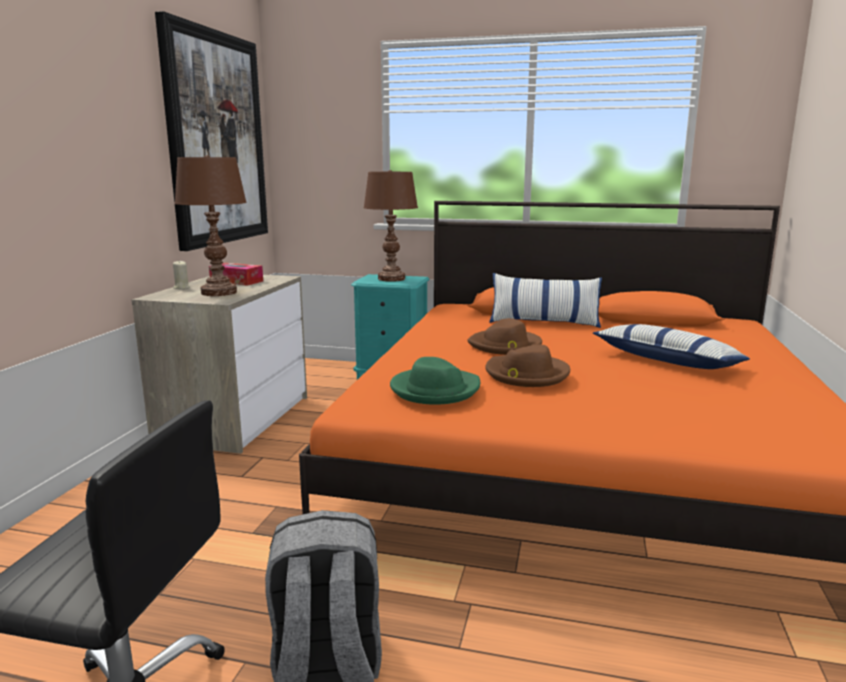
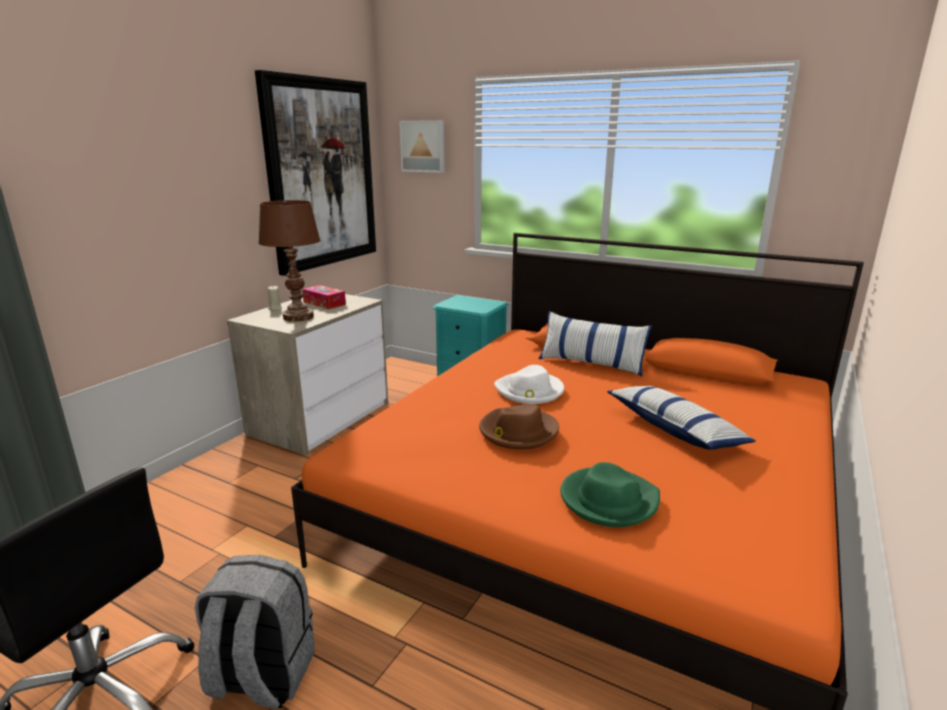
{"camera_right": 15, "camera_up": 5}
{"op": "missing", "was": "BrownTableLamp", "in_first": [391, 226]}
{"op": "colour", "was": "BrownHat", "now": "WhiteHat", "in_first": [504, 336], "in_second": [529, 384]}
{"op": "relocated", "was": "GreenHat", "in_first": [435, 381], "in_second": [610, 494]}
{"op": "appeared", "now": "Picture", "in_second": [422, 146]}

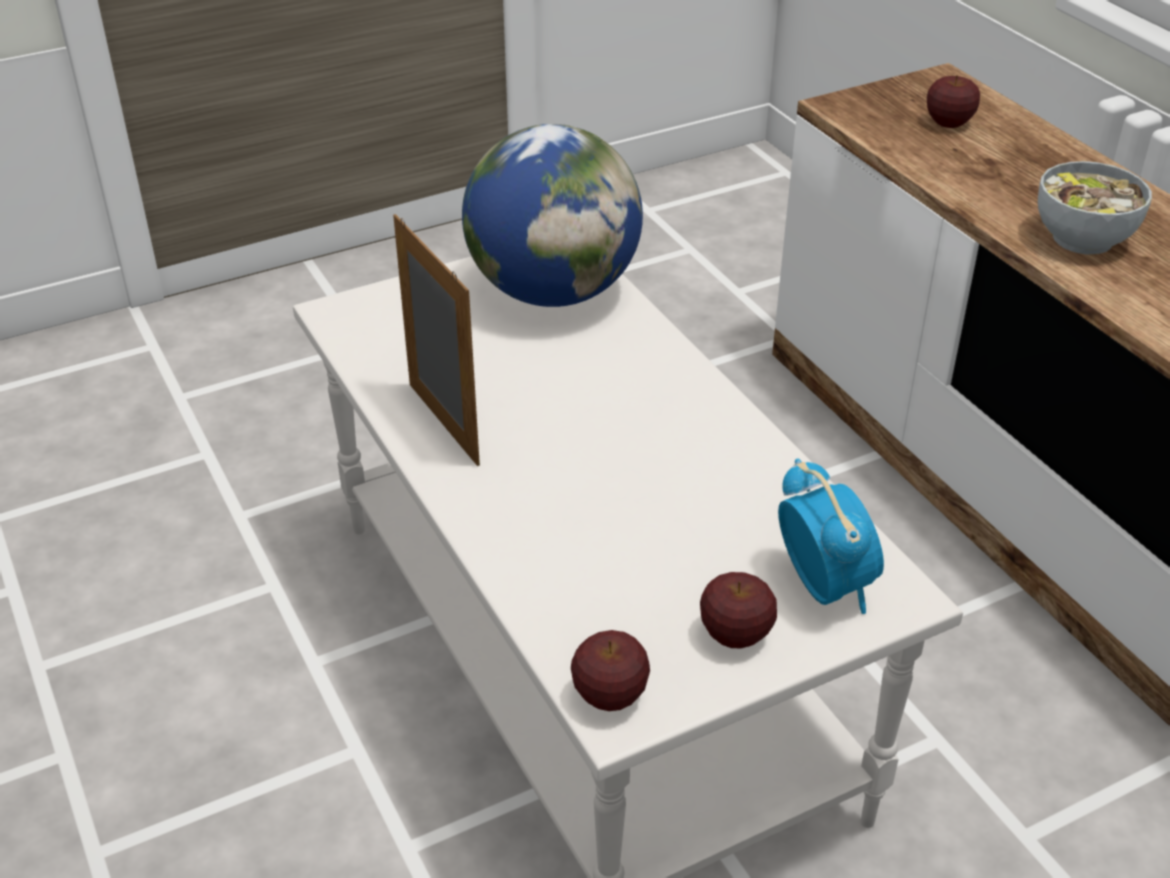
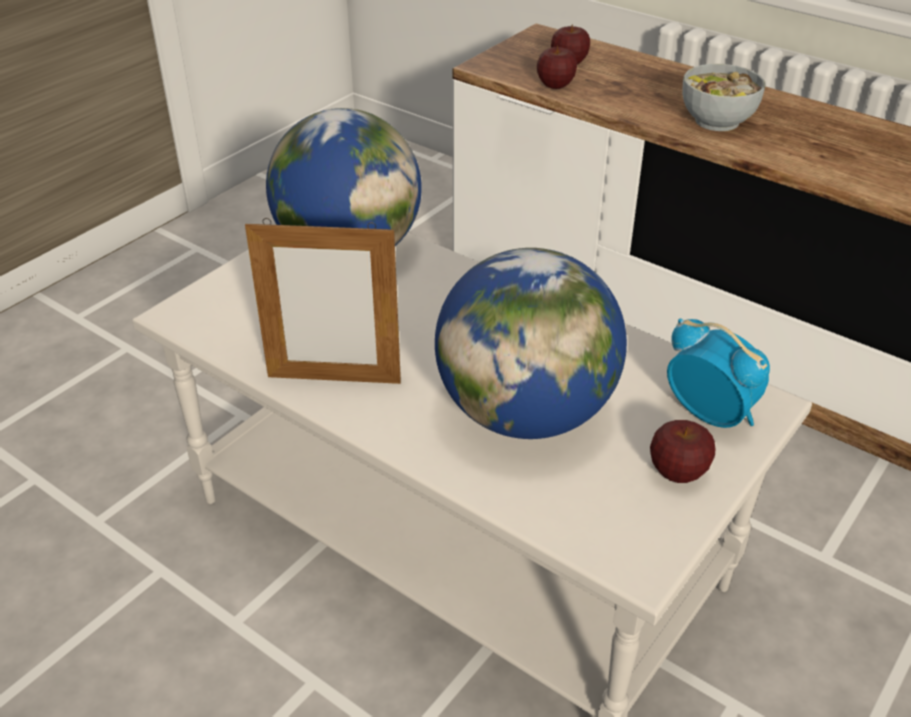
{"camera_right": -25, "camera_up": 0}
{"op": "spun", "was": "PictureFrame", "in_first": [436, 340], "in_second": [323, 301], "clockwise": 150}
{"op": "relocated", "was": "Apple", "in_first": [610, 670], "in_second": [557, 67]}
{"op": "appeared", "now": "Globe", "in_second": [531, 343]}

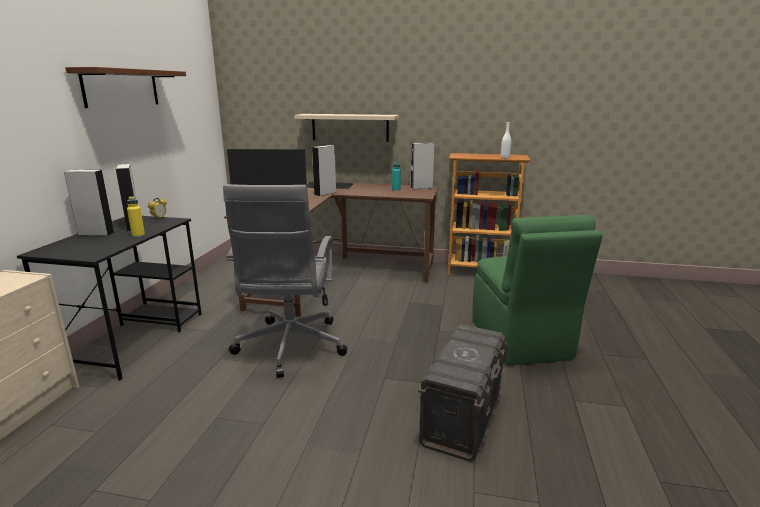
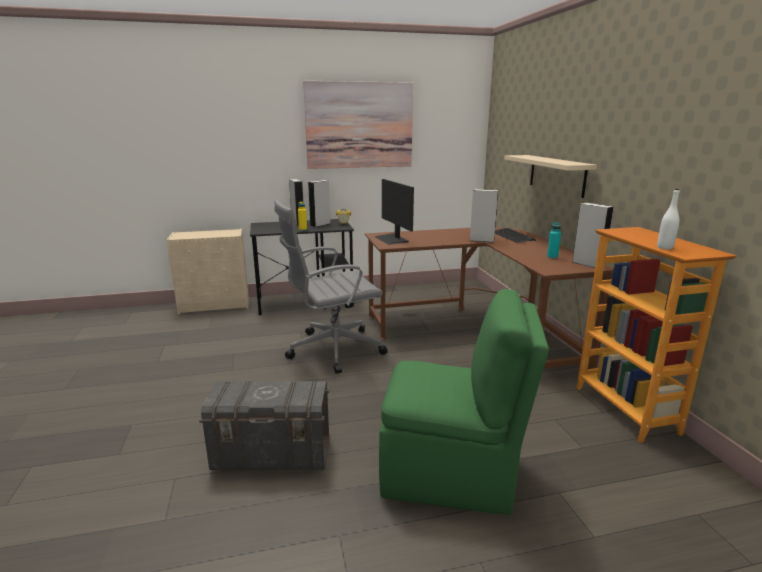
{"camera_right": 65, "camera_up": 0}
{"op": "exchanged", "was": "BrownShelf", "now": "Picture", "in_first": [125, 87], "in_second": [358, 125]}
{"op": "spun", "was": "GreenChair", "in_first": [537, 290], "in_second": [464, 402], "clockwise": -135}

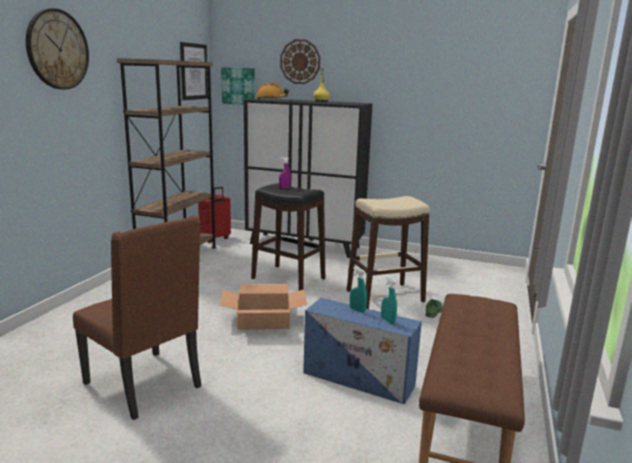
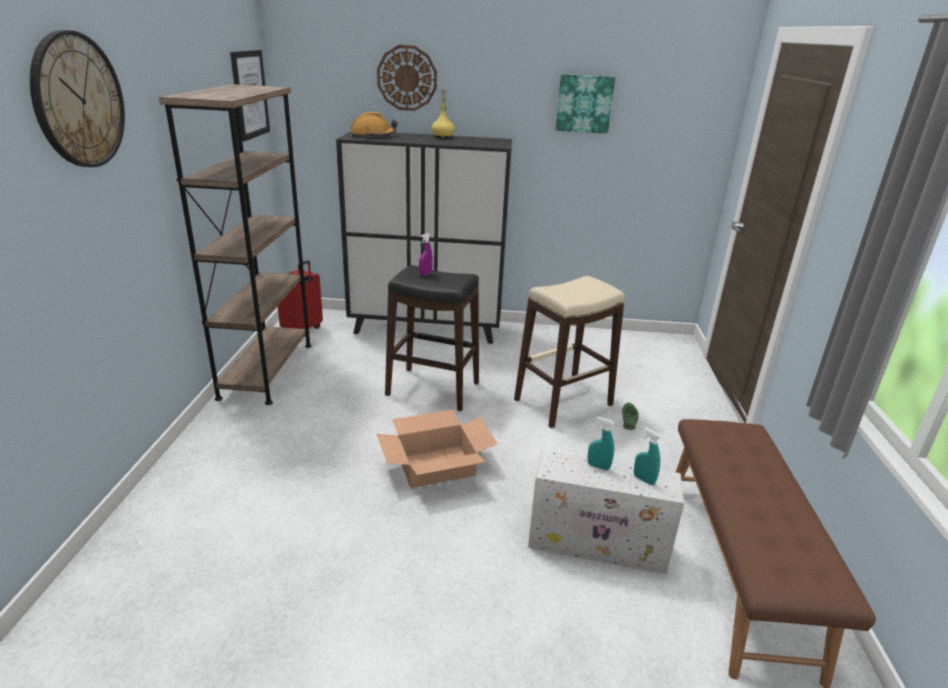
{"camera_right": -15, "camera_up": 10}
{"op": "relocated", "was": "Picture", "in_first": [238, 86], "in_second": [585, 103]}
{"op": "missing", "was": "BrownChair", "in_first": [137, 318]}
{"op": "colour", "was": "BlueStorageBox", "now": "WhiteStorageBox", "in_first": [362, 351], "in_second": [606, 512]}

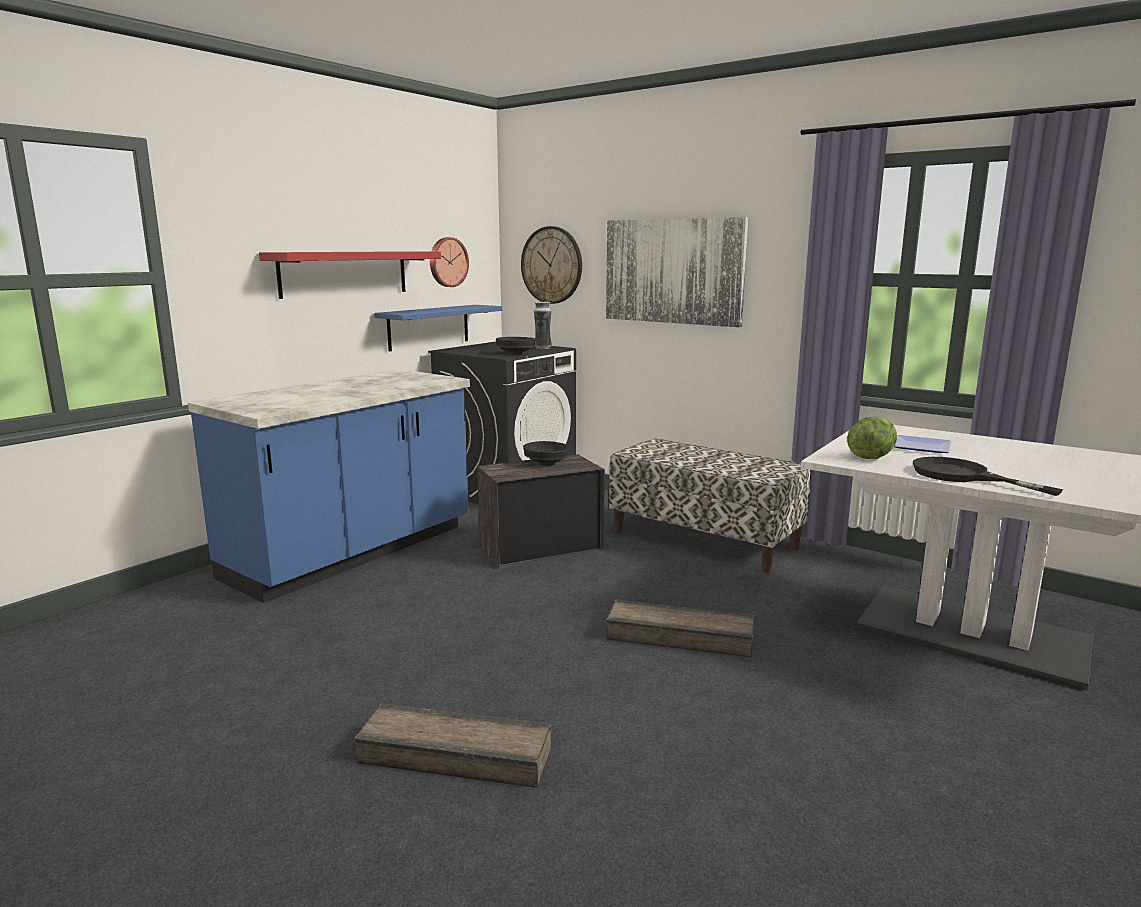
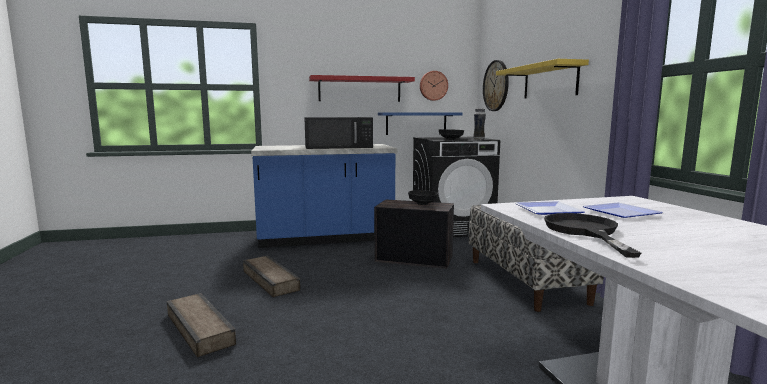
{"camera_right": 40, "camera_up": -5}
{"op": "exchanged", "was": "Picture", "now": "YellowShelf", "in_first": [677, 272], "in_second": [542, 79]}
{"op": "exchanged", "was": "Lettuce", "now": "Plate", "in_first": [872, 438], "in_second": [550, 208]}
{"op": "relocated", "was": "Crate", "in_first": [680, 628], "in_second": [271, 276]}
{"op": "appeared", "now": "BlackMicrowave", "in_second": [338, 133]}

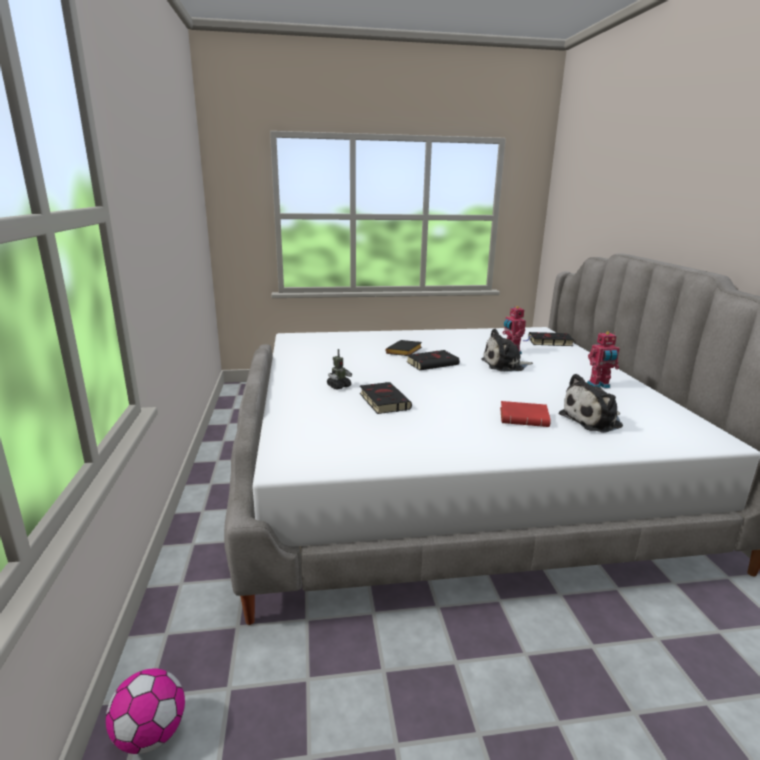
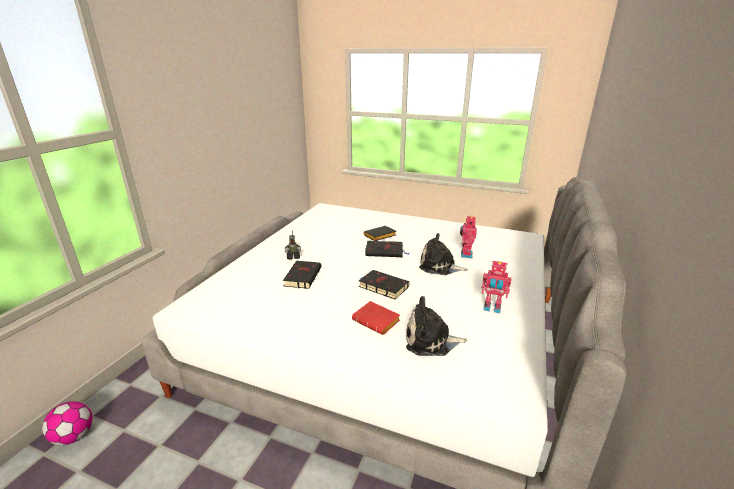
{"camera_right": 30, "camera_up": 5}
{"op": "relocated", "was": "BlackBook", "in_first": [548, 339], "in_second": [384, 284]}

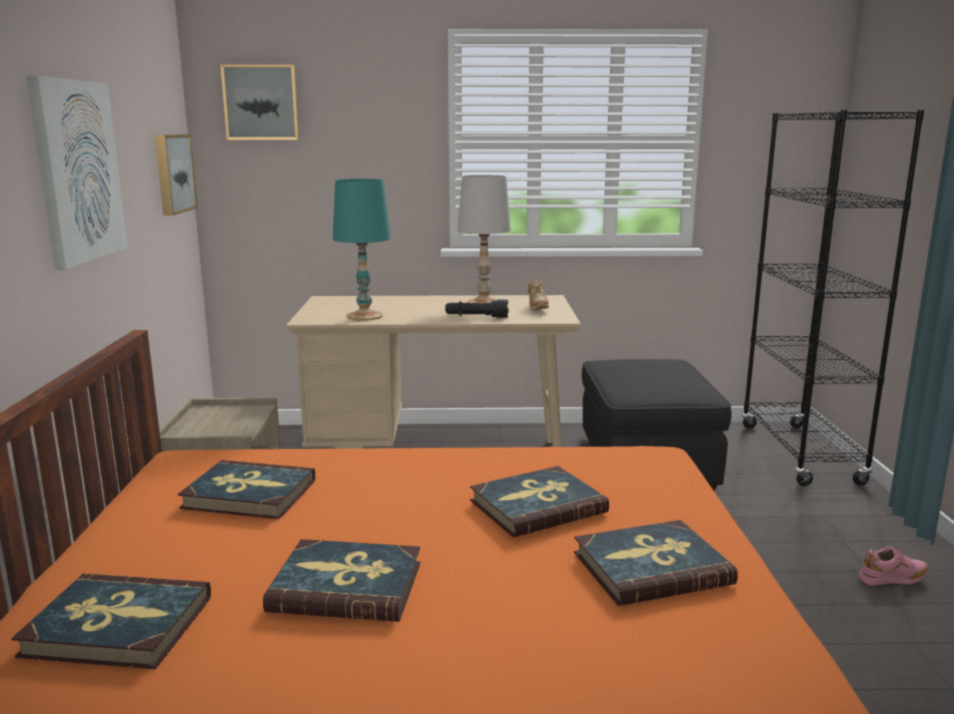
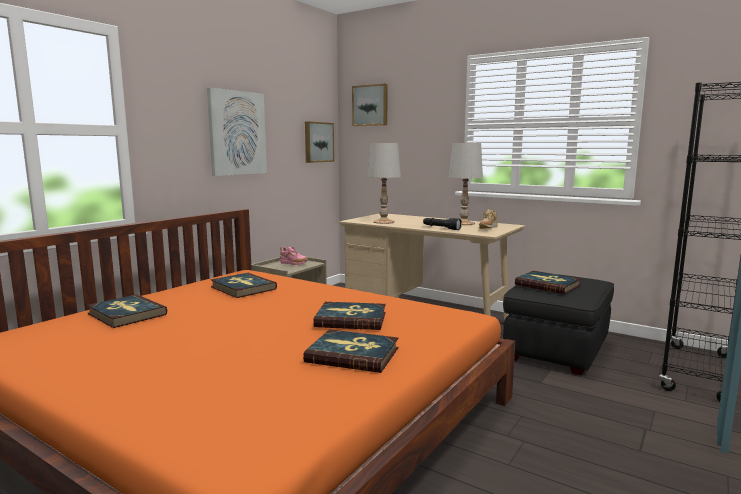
{"camera_right": 35, "camera_up": -5}
{"op": "colour", "was": "TurquoiseTableLamp", "now": "WhiteTableLamp", "in_first": [362, 250], "in_second": [384, 183]}
{"op": "relocated", "was": "Book", "in_first": [342, 580], "in_second": [548, 282]}
{"op": "relocated", "was": "PinkShoe", "in_first": [894, 566], "in_second": [294, 256]}

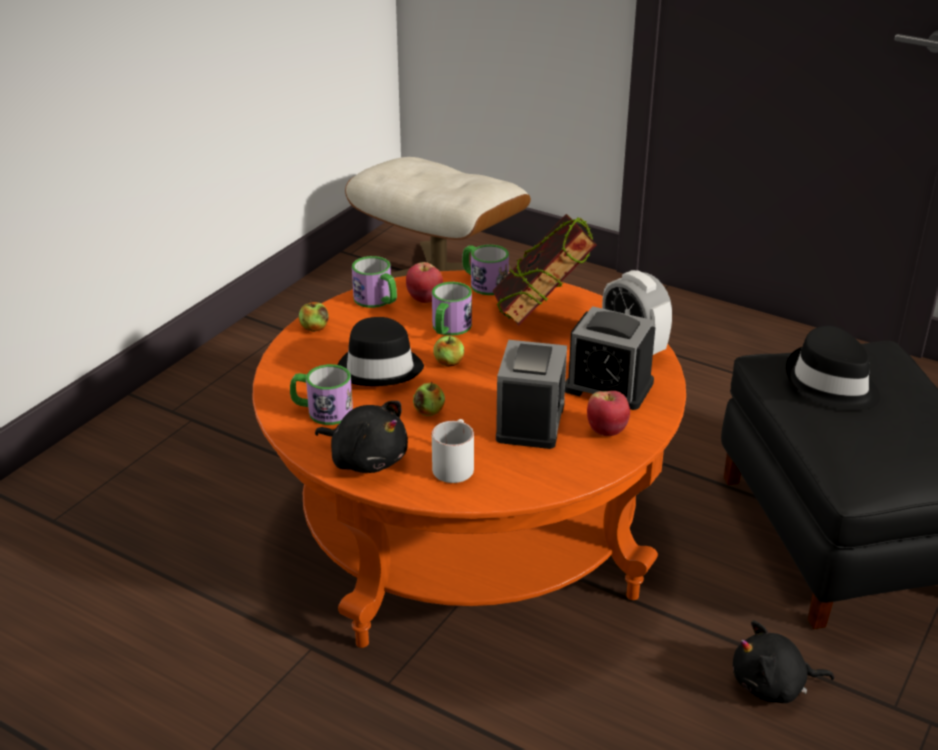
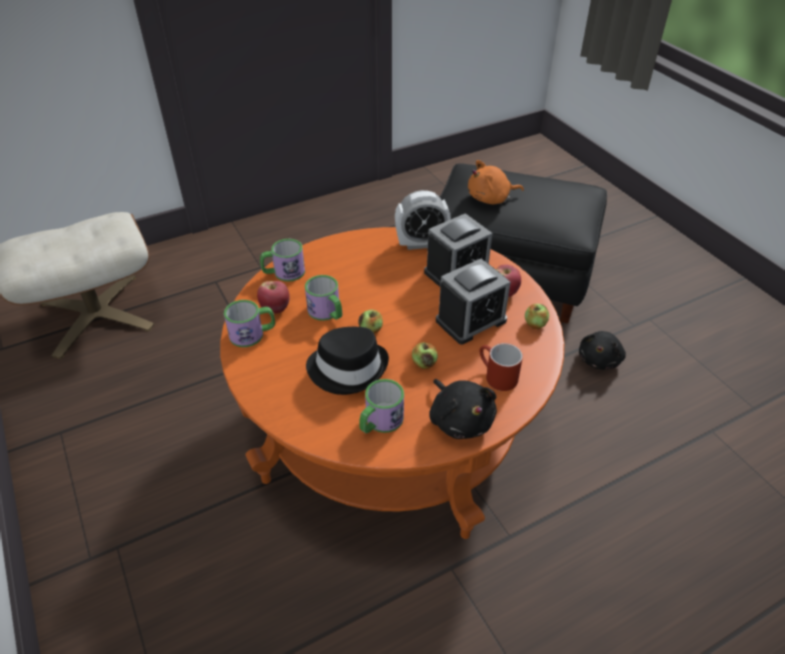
{"camera_right": -60, "camera_up": 10}
{"op": "missing", "was": "Book", "in_first": [545, 270]}
{"op": "relocated", "was": "Apple", "in_first": [314, 316], "in_second": [537, 316]}
{"op": "exchanged", "was": "BlackHat", "now": "OrangePlushToy", "in_first": [833, 368], "in_second": [496, 182]}
{"op": "spun", "was": "AlarmClock", "in_first": [531, 394], "in_second": [473, 301], "clockwise": 105}
{"op": "spun", "was": "BlackPlushToy", "in_first": [361, 437], "in_second": [463, 409], "clockwise": 90}
{"op": "colour", "was": "WhiteMug", "now": "RedMug", "in_first": [453, 451], "in_second": [501, 367]}

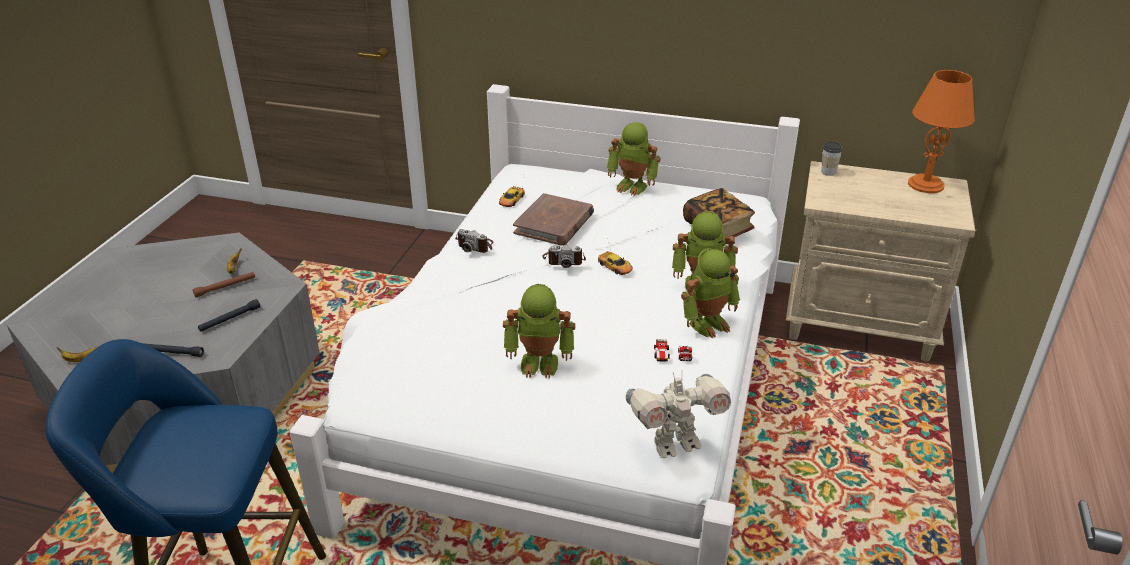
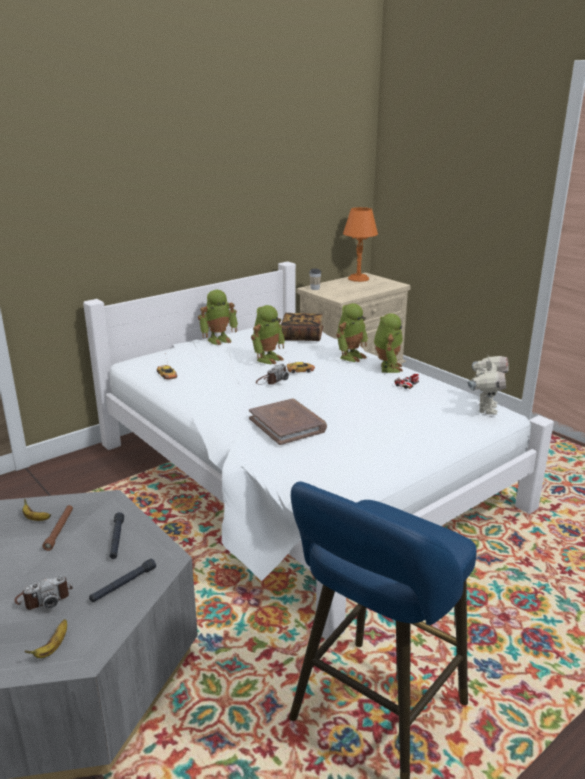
{"camera_right": -55, "camera_up": -10}
{"op": "relocated", "was": "BrownBook", "in_first": [553, 219], "in_second": [288, 421]}
{"op": "relocated", "was": "PhotoCamera", "in_first": [474, 241], "in_second": [43, 593]}
{"op": "relocated", "was": "ToyRobot", "in_first": [539, 331], "in_second": [268, 334]}

